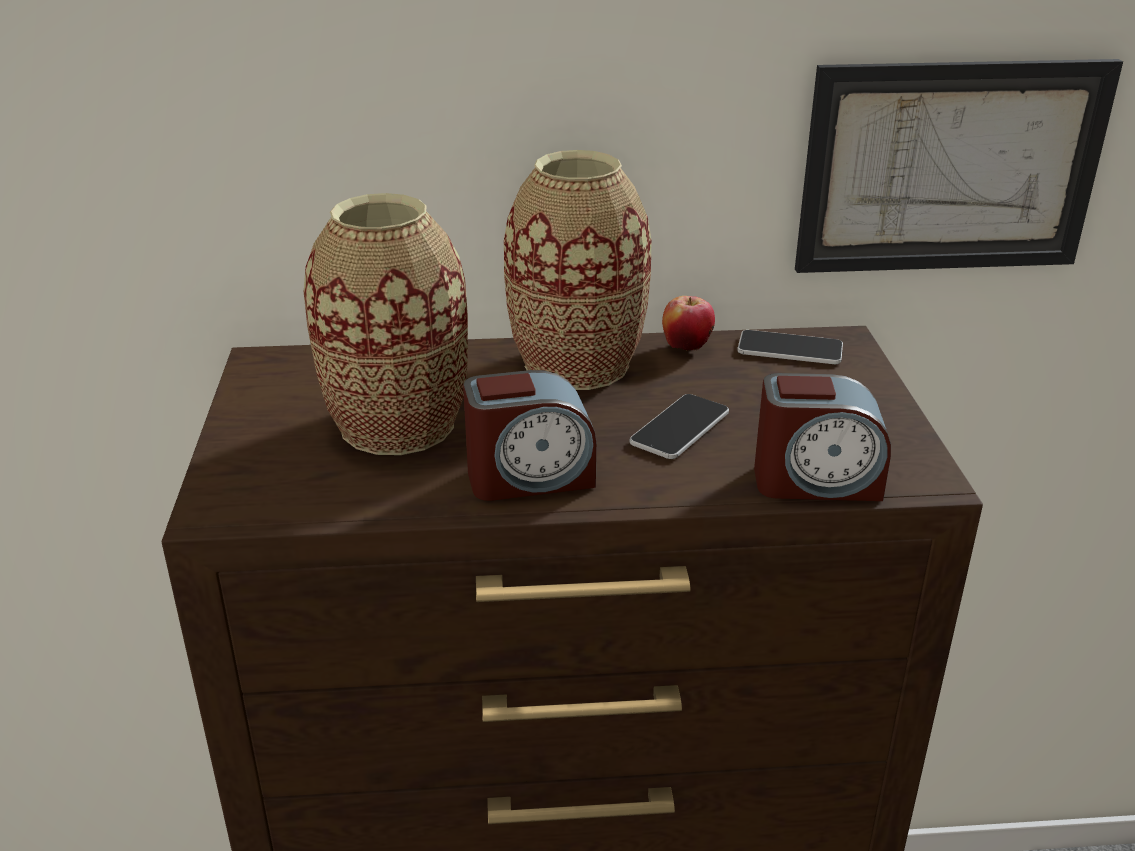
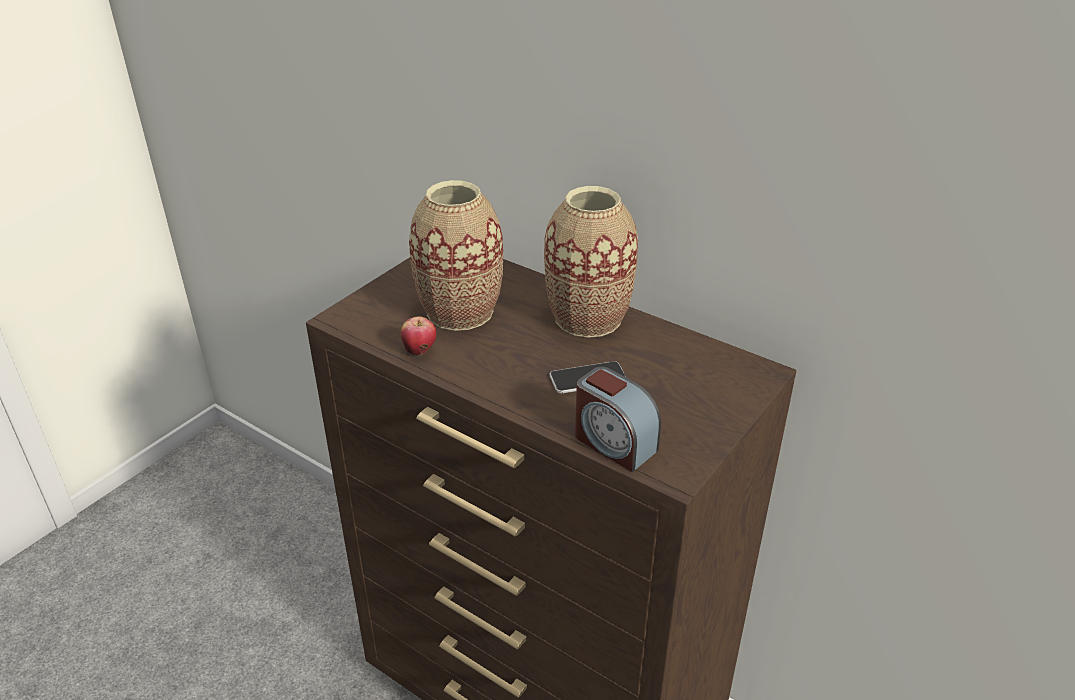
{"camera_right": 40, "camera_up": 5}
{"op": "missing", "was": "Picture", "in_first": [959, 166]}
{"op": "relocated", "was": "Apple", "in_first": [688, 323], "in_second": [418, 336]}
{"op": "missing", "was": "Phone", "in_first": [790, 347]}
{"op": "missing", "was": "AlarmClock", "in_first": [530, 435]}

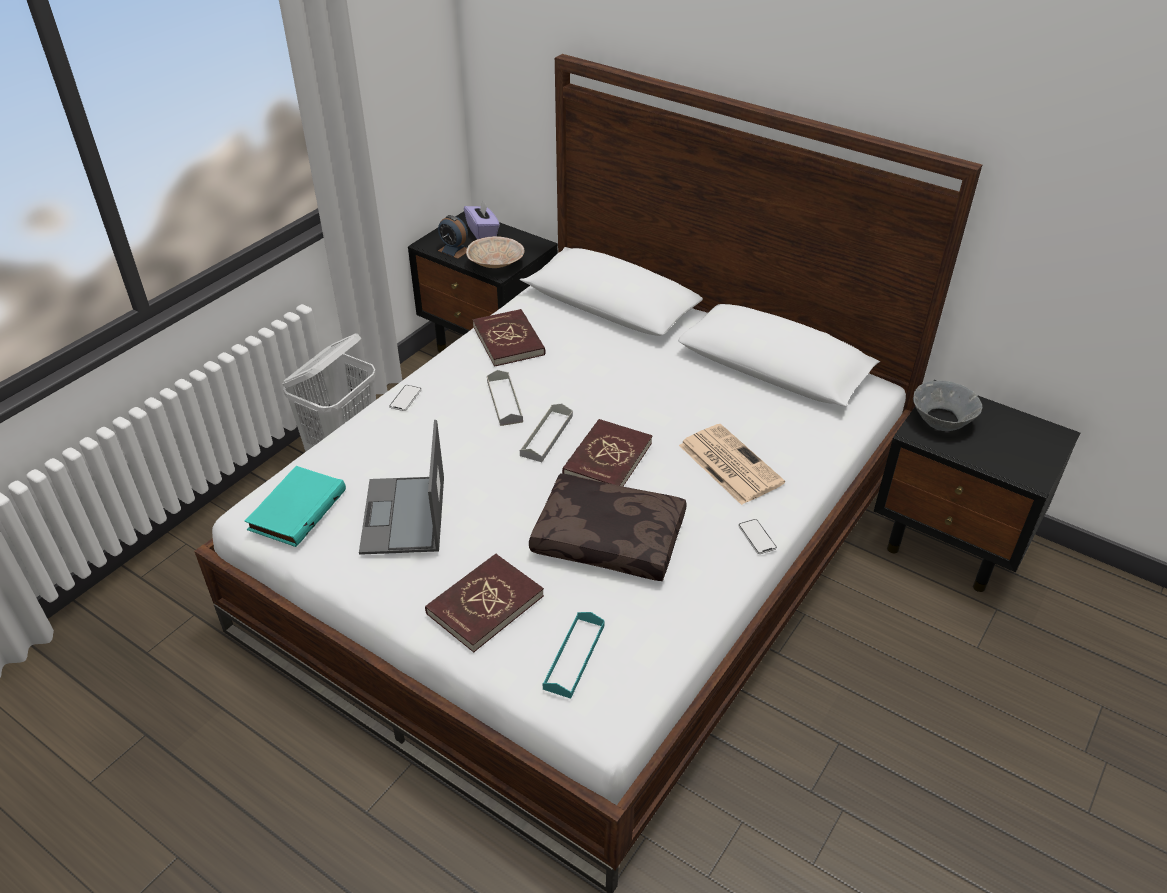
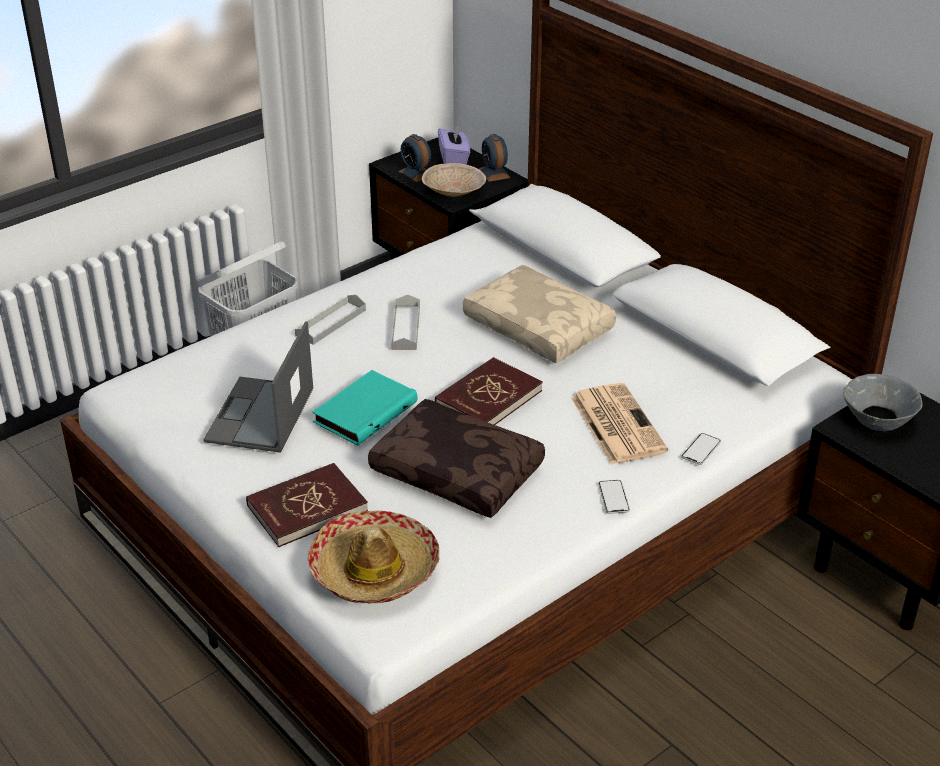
{"camera_right": 15, "camera_up": -5}
{"op": "missing", "was": "RedBook", "in_first": [509, 338]}
{"op": "relocated", "was": "Phone", "in_first": [405, 398], "in_second": [701, 449]}
{"op": "relocated", "was": "GreyTray", "in_first": [546, 432], "in_second": [330, 320]}
{"op": "relocated", "was": "TurquoiseBook", "in_first": [295, 506], "in_second": [364, 408]}
{"op": "exchanged", "was": "TurquoiseTray", "now": "Hat", "in_first": [573, 655], "in_second": [374, 556]}
{"op": "appeared", "now": "AlarmClock", "in_second": [494, 158]}
{"op": "appeared", "now": "BeigePillow", "in_second": [539, 314]}

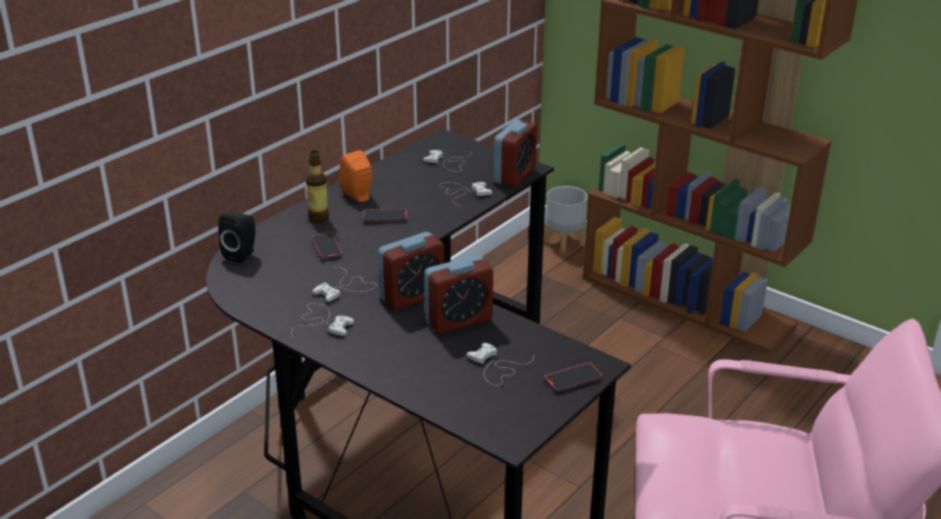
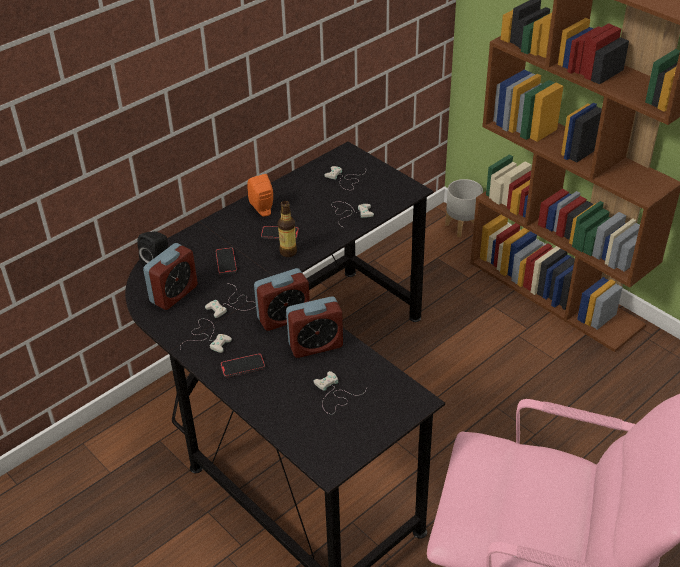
{"camera_right": 10, "camera_up": 10}
{"op": "relocated", "was": "AlarmClock", "in_first": [515, 153], "in_second": [170, 276]}
{"op": "relocated", "was": "Bottle", "in_first": [317, 186], "in_second": [287, 229]}
{"op": "relocated", "was": "Phone", "in_first": [573, 377], "in_second": [243, 365]}

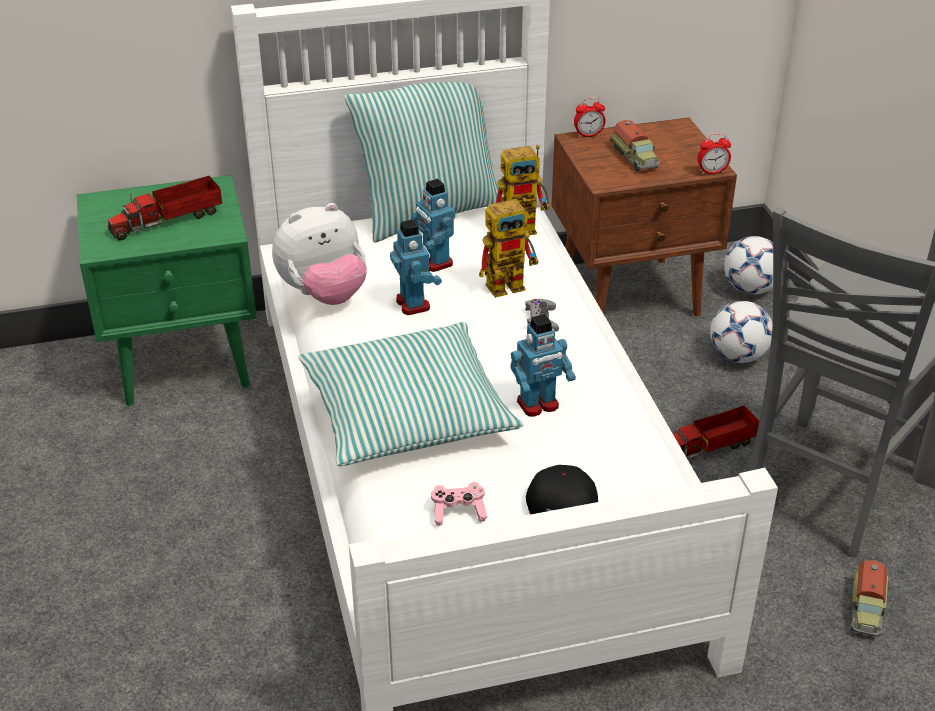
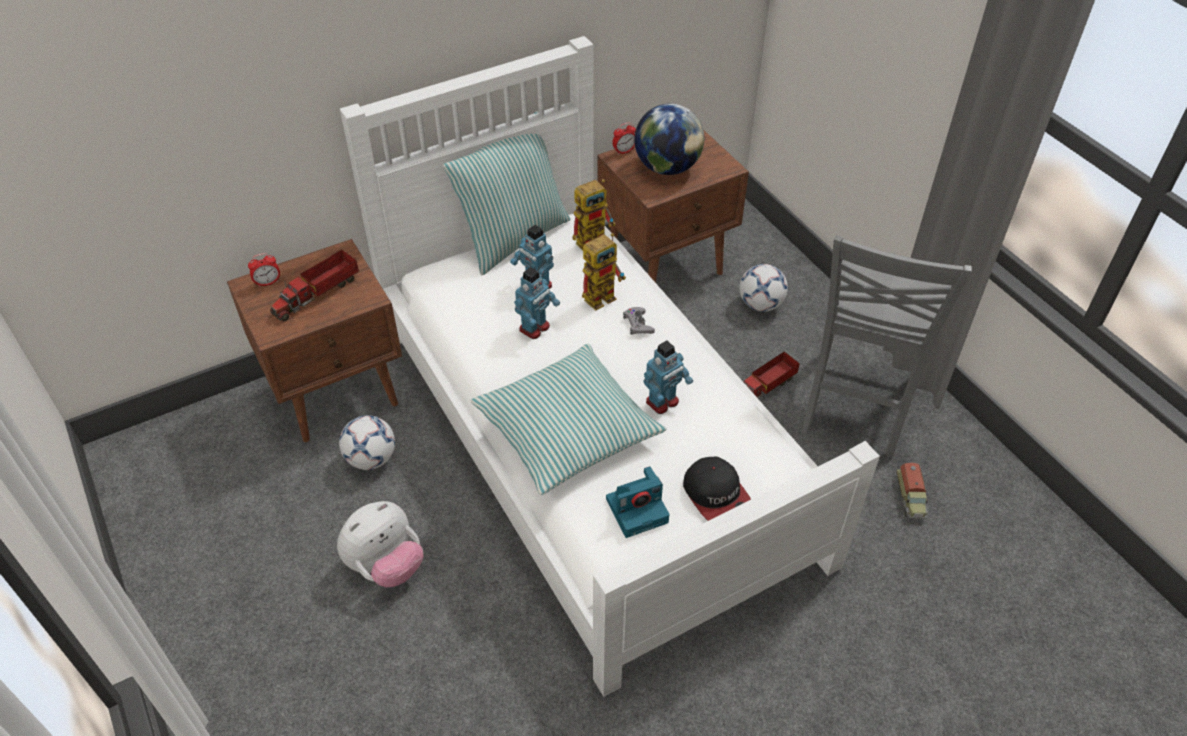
{"camera_right": -15, "camera_up": 10}
{"op": "exchanged", "was": "ToyTruck", "now": "Globe", "in_first": [635, 145], "in_second": [669, 139]}
{"op": "relocated", "was": "AlarmClock", "in_first": [714, 154], "in_second": [264, 270]}
{"op": "colour", "was": "GreenNightstand", "now": "BrownNightstand", "in_first": [167, 290], "in_second": [314, 340]}
{"op": "relocated", "was": "PlushToy", "in_first": [319, 254], "in_second": [380, 544]}
{"op": "spun", "was": "ToyRobot", "in_first": [416, 267], "in_second": [537, 303], "clockwise": 75}
{"op": "relocated", "was": "Football", "in_first": [748, 265], "in_second": [367, 442]}
{"op": "exchanged", "was": "PinkGameController", "now": "PhotoCamera", "in_first": [459, 504], "in_second": [637, 502]}

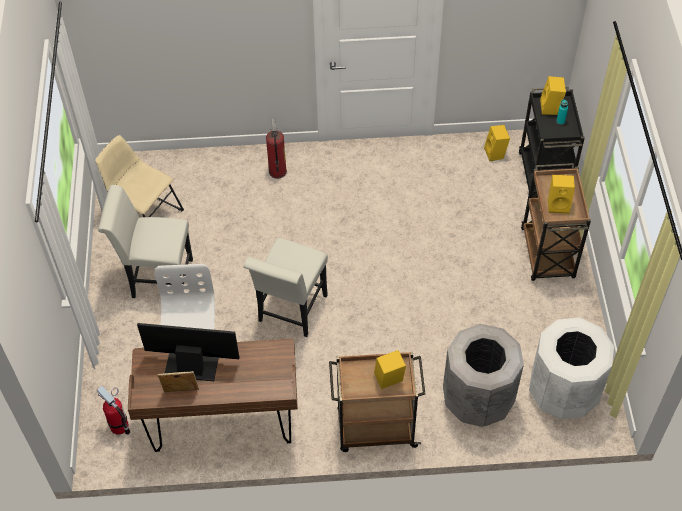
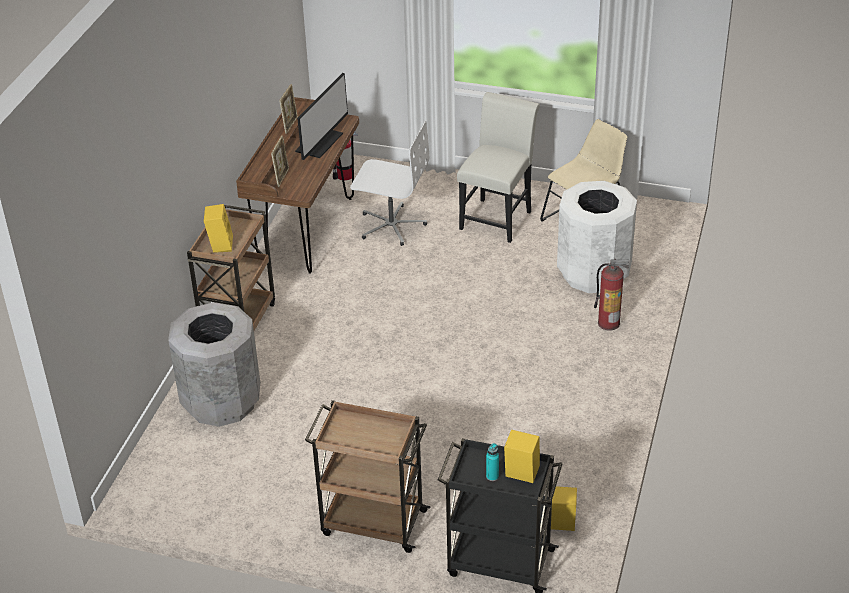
{"camera_right": 110, "camera_up": -15}
{"op": "missing", "was": "YellowSpeaker", "in_first": [561, 194]}
{"op": "missing", "was": "WhiteChair", "in_first": [286, 287]}
{"op": "relocated", "was": "WhiteTrashCan", "in_first": [571, 368], "in_second": [597, 237]}
{"op": "appeared", "now": "PictureFrame", "in_second": [280, 161]}

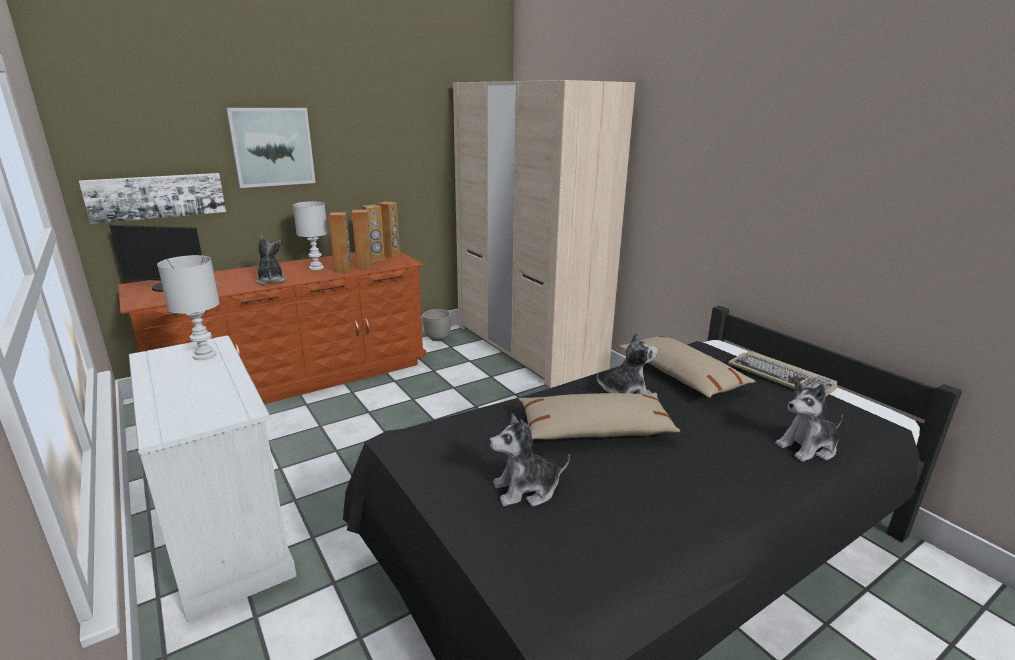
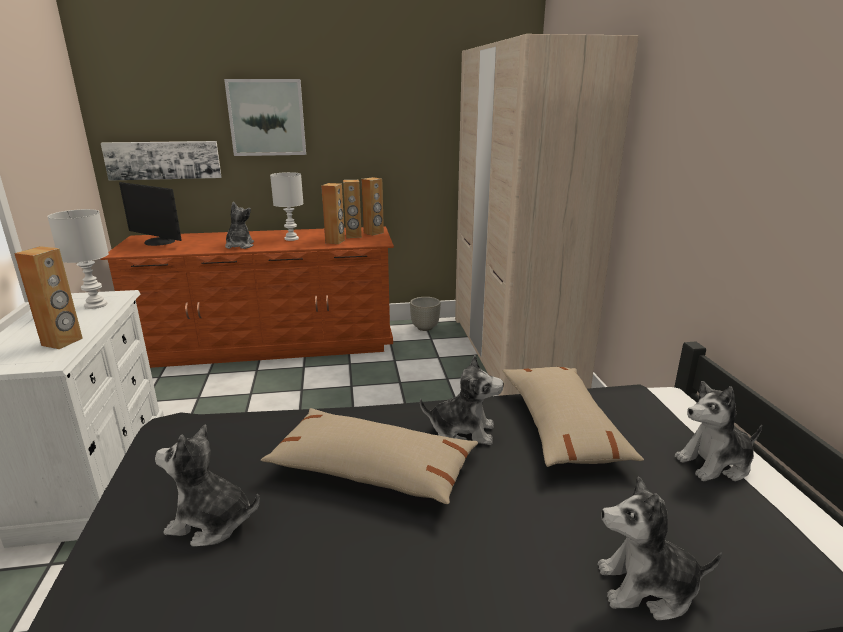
{"camera_right": 25, "camera_up": 0}
{"op": "relocated", "was": "BrownSpeaker", "in_first": [340, 242], "in_second": [48, 297]}
{"op": "exchanged", "was": "Keyboard", "now": "PlushToy", "in_first": [782, 373], "in_second": [718, 431]}

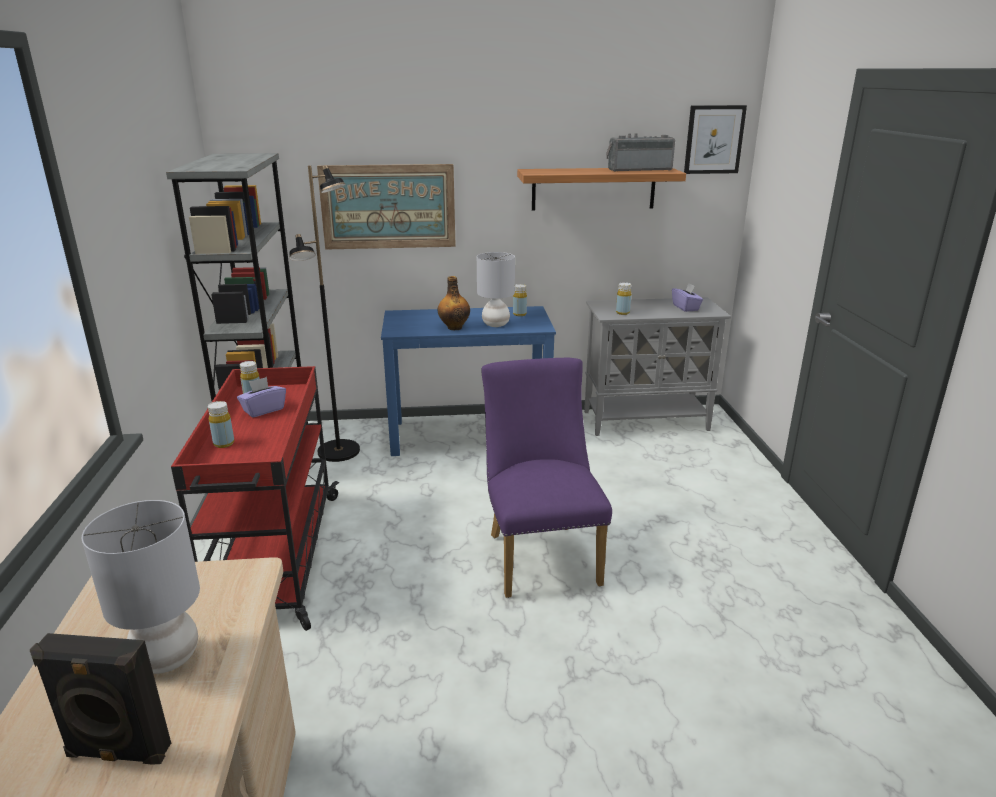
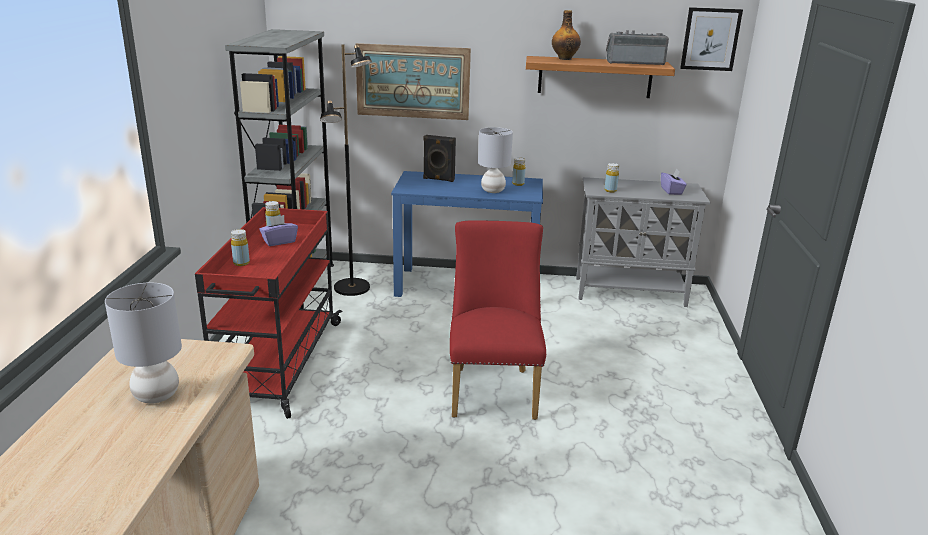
{"camera_right": 10, "camera_up": 0}
{"op": "relocated", "was": "Bottle", "in_first": [454, 303], "in_second": [566, 35]}
{"op": "colour", "was": "PurpleChair", "now": "RedChair", "in_first": [546, 478], "in_second": [498, 320]}
{"op": "relocated", "was": "BlackSpeaker", "in_first": [100, 699], "in_second": [439, 158]}

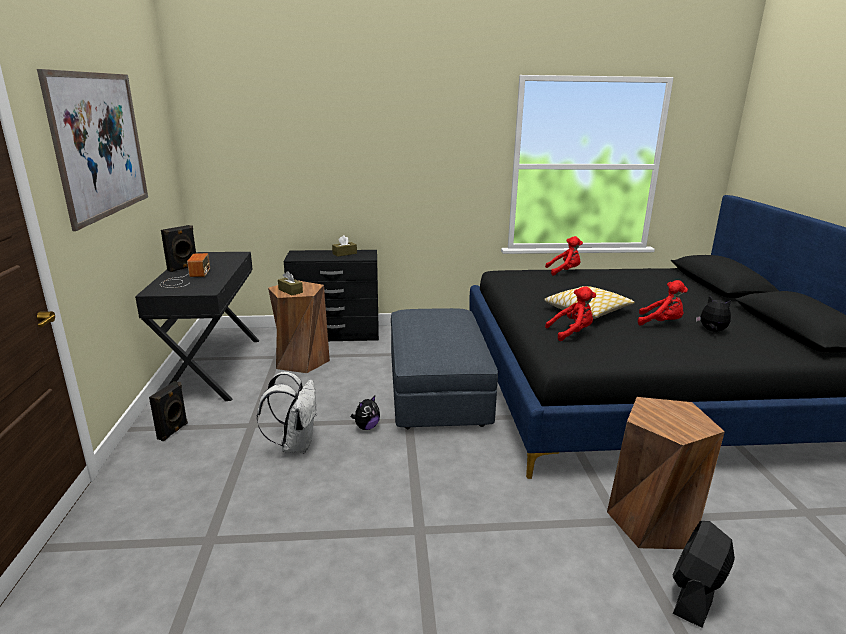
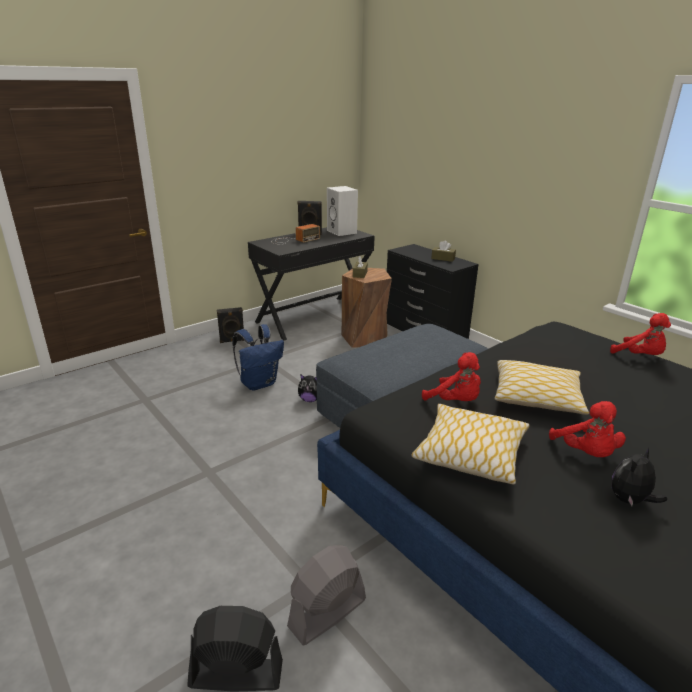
{"camera_right": 55, "camera_up": 5}
{"op": "missing", "was": "Picture", "in_first": [92, 150]}
{"op": "spun", "was": "PlushToy", "in_first": [713, 314], "in_second": [639, 476], "clockwise": -135}
{"op": "colour", "was": "WhiteBackpack", "now": "BlueBackpack", "in_first": [287, 413], "in_second": [258, 357]}
{"op": "exchanged", "was": "BrownStool", "now": "GreyFan", "in_first": [666, 473], "in_second": [326, 595]}
{"op": "appeared", "now": "WhiteSpeaker", "in_second": [342, 211]}
{"op": "appeared", "now": "Pillow", "in_second": [470, 444]}

